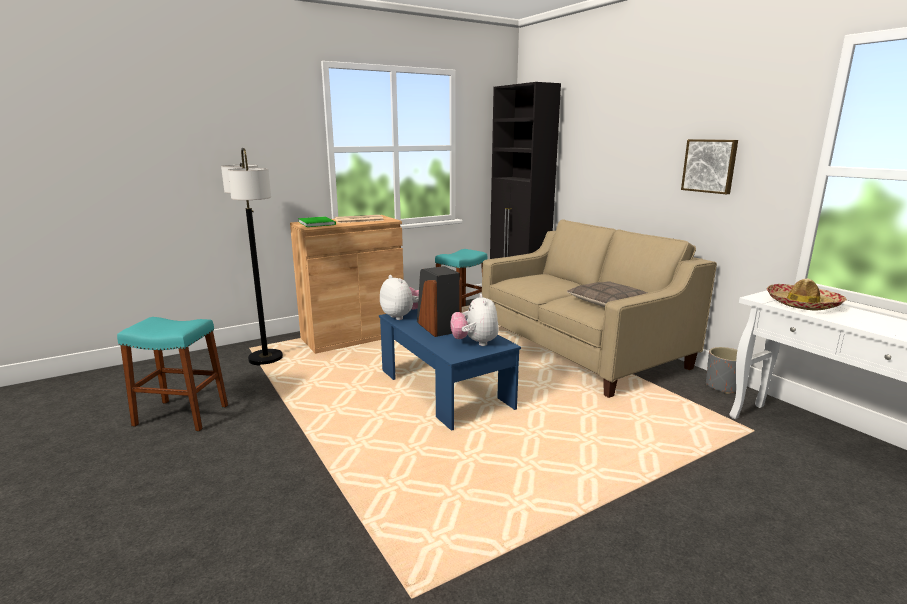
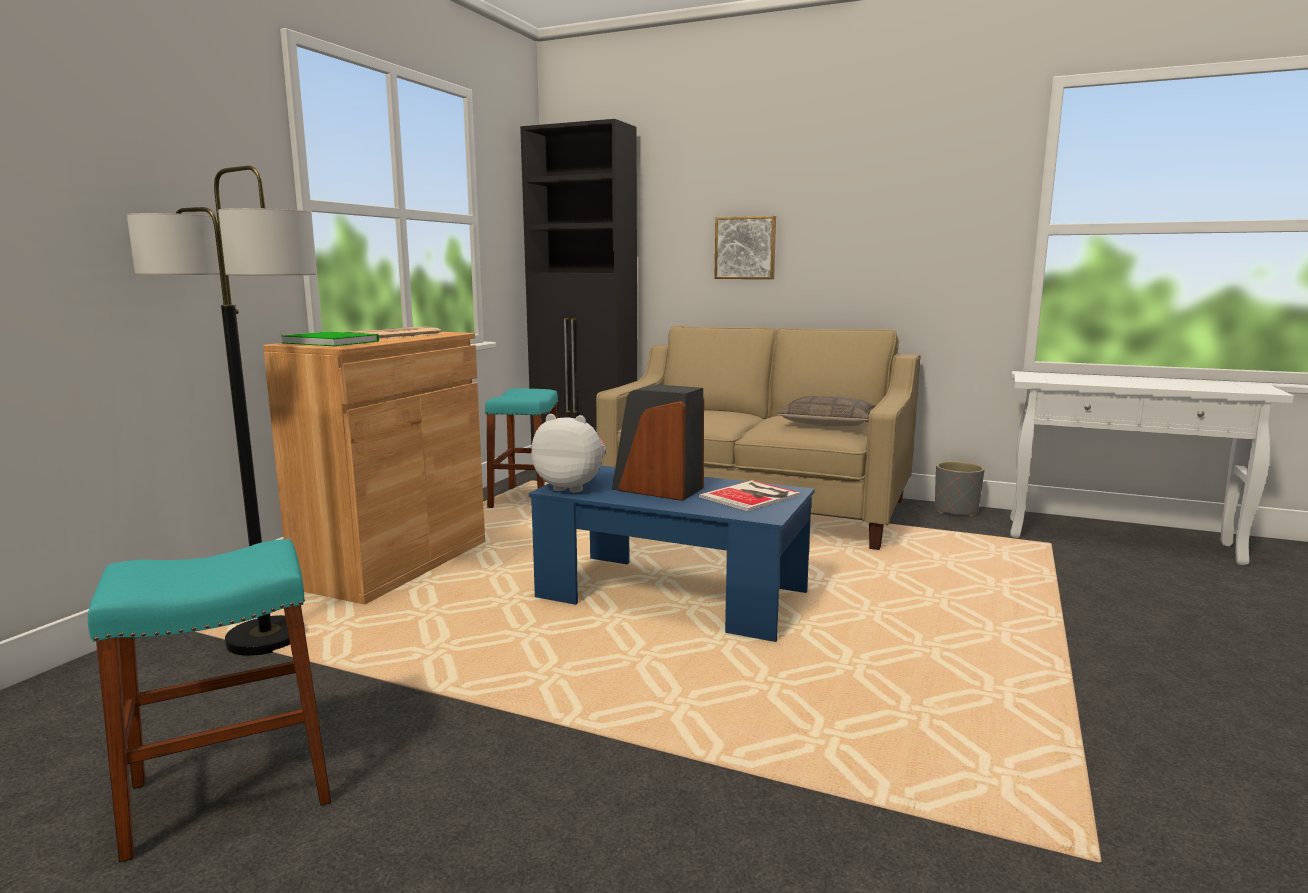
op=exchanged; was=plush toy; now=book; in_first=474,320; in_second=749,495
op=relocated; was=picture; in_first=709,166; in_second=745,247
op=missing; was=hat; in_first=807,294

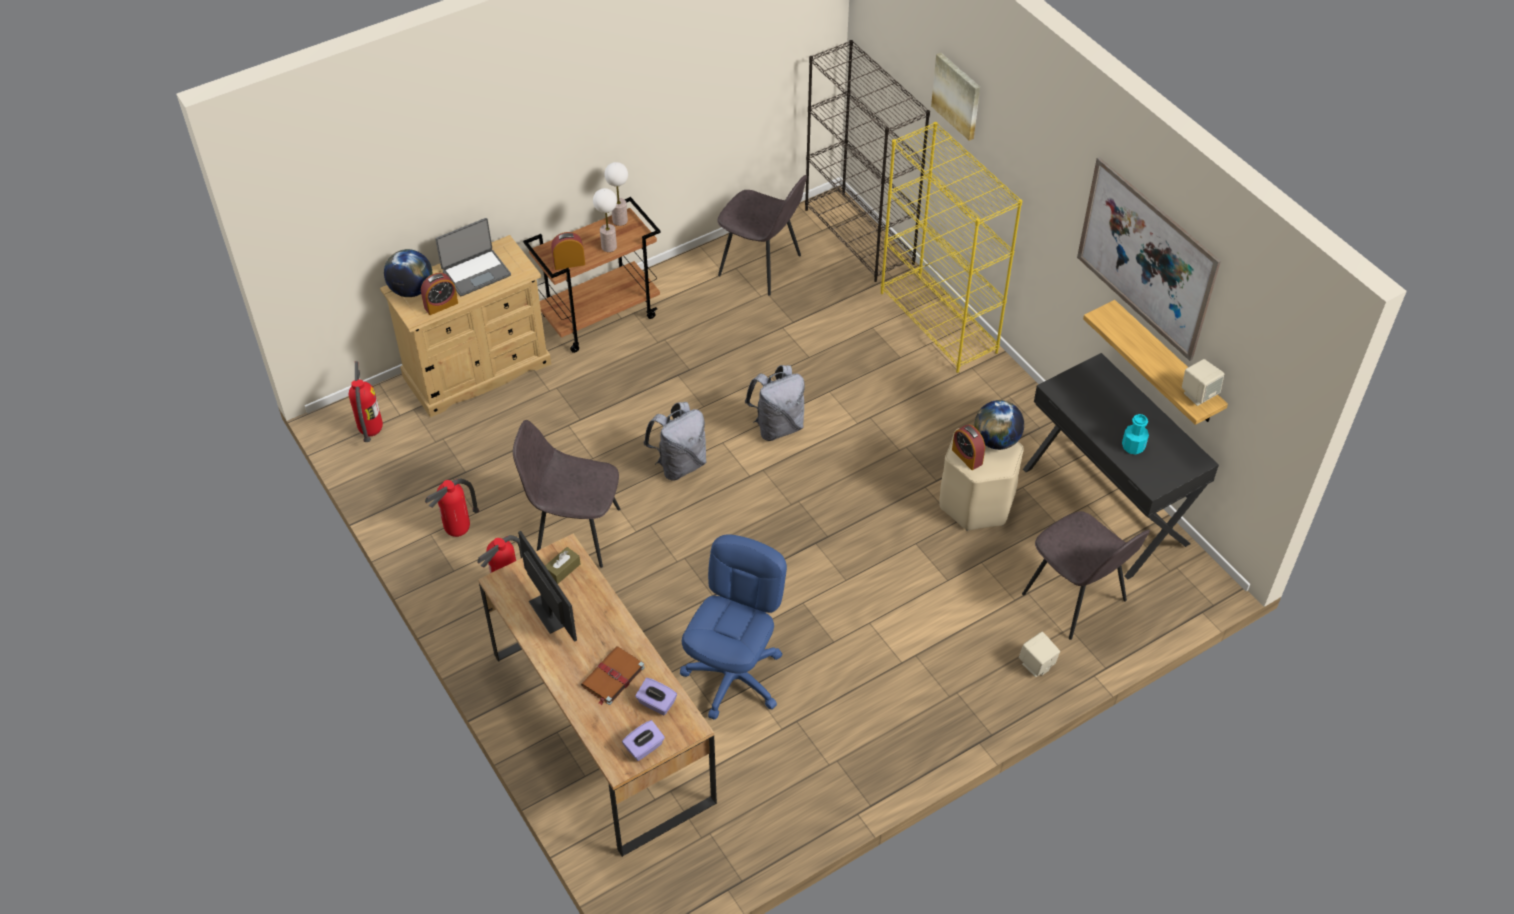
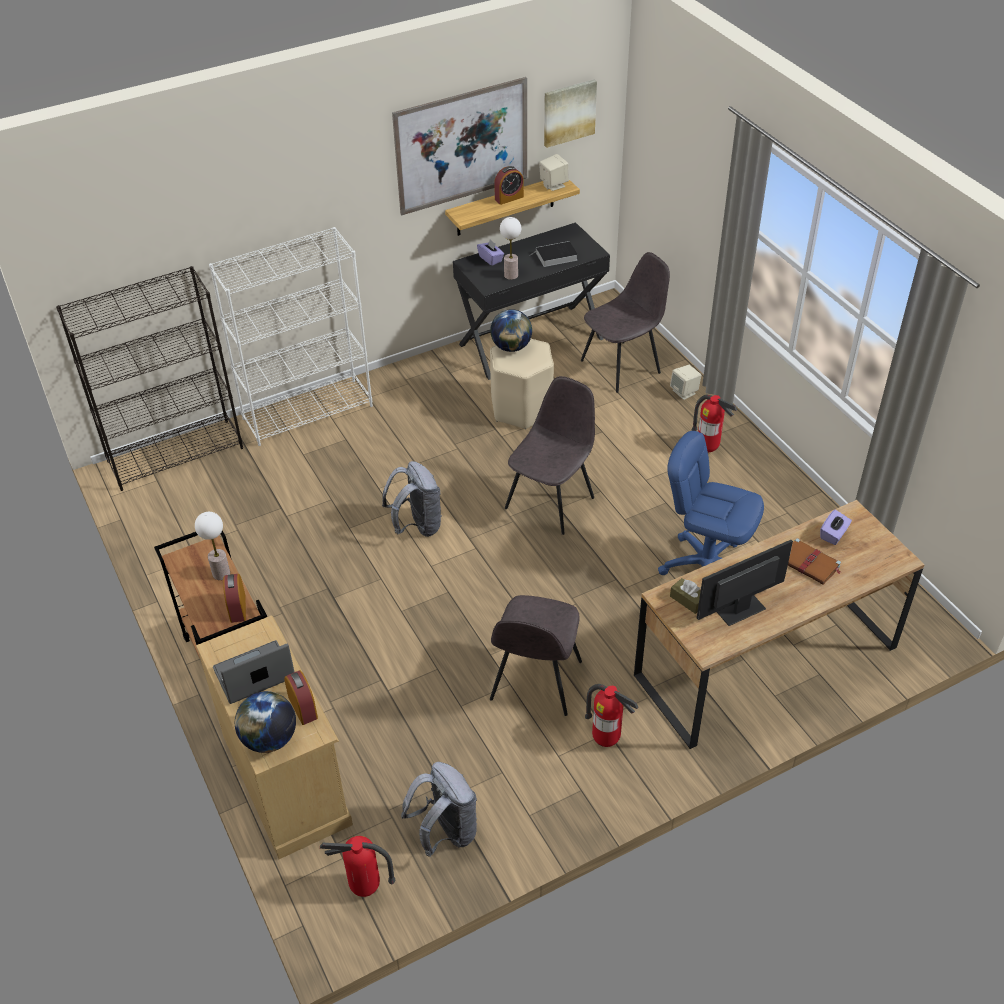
op=colour; was=yellow bookcase; now=white bookcase; in_first=951,247; in_second=291,336
op=spun; was=laptop; in_first=473,257; in_second=254,672; clockwise=-90
op=relocated; was=grey backpack; in_first=675,441; in_second=439,809
op=relocated; was=purple tissue box; in_first=643,740; in_second=490,253
op=relocated; was=alarm clock; in_first=968,447; in_second=509,185
op=relocated; was=table lamp; in_first=616,194; in_second=510,248
op=relocated; was=grey chair; in_first=762,235; in_second=550,455
op=exchanged; was=turquoise bottle; now=book; in_first=1135,434; in_second=554,254
op=relocated; was=picture; in_first=955,97; in_second=570,114
op=relocated; was=fire extinguisher; in_first=452,508; in_second=714,423

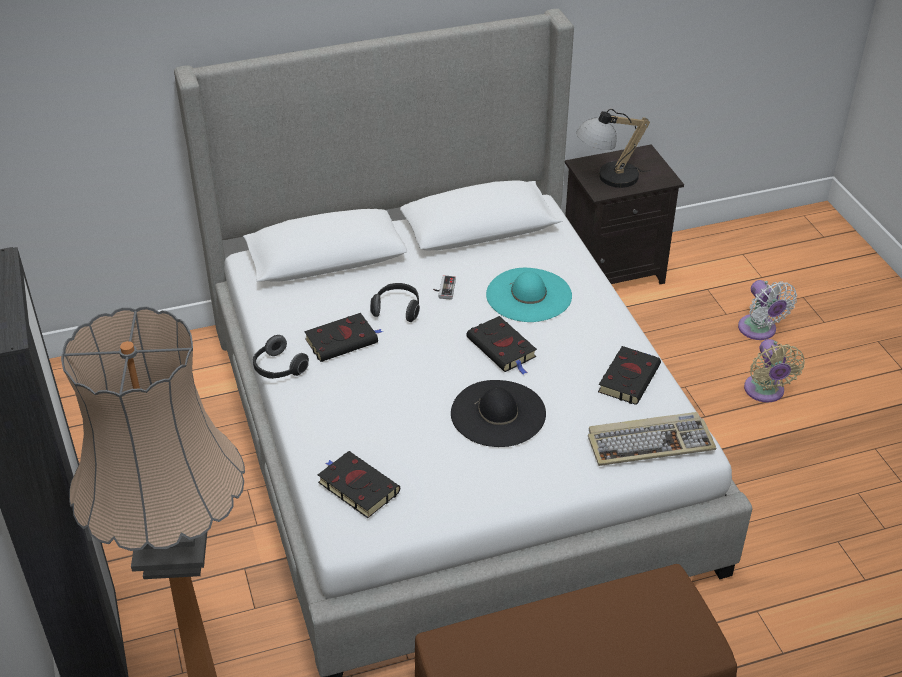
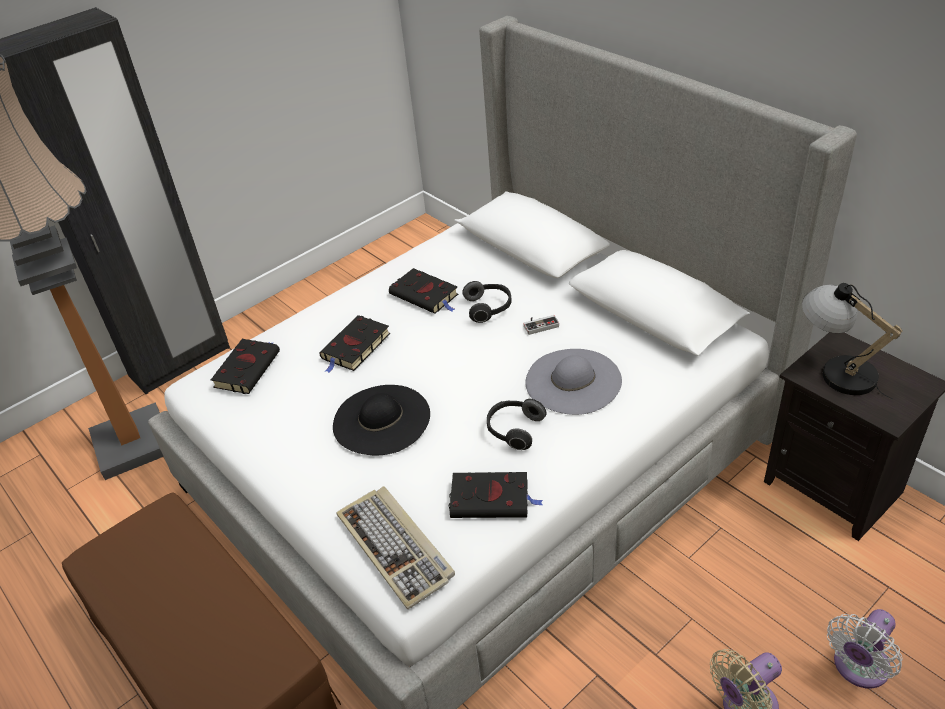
op=relocated; was=black book; in_first=501,345; in_second=354,344
op=relocated; was=headphones; in_first=281,357; in_second=516,424
op=colour; was=turquoise hat; now=grey hat; in_first=529,295; in_second=573,382

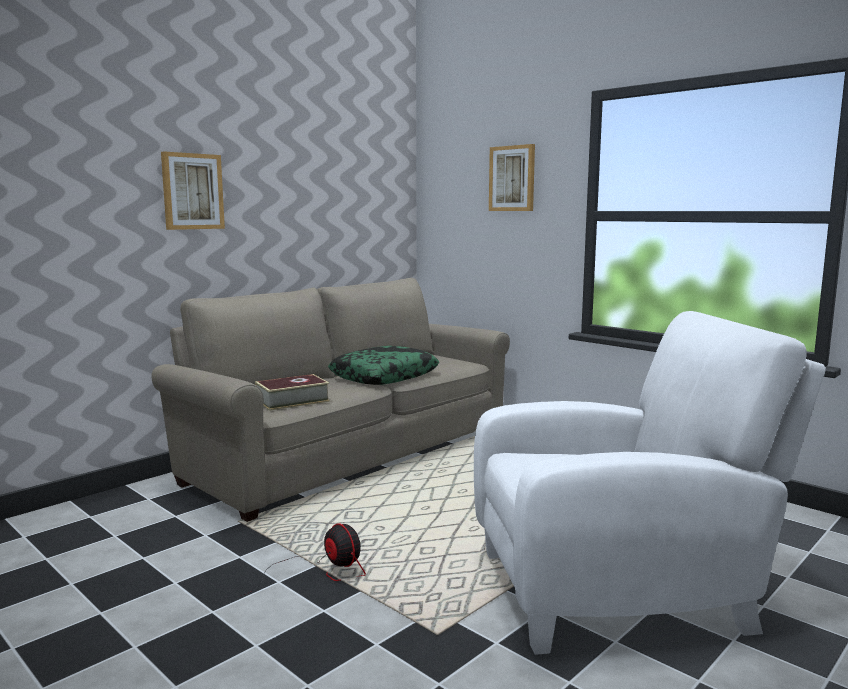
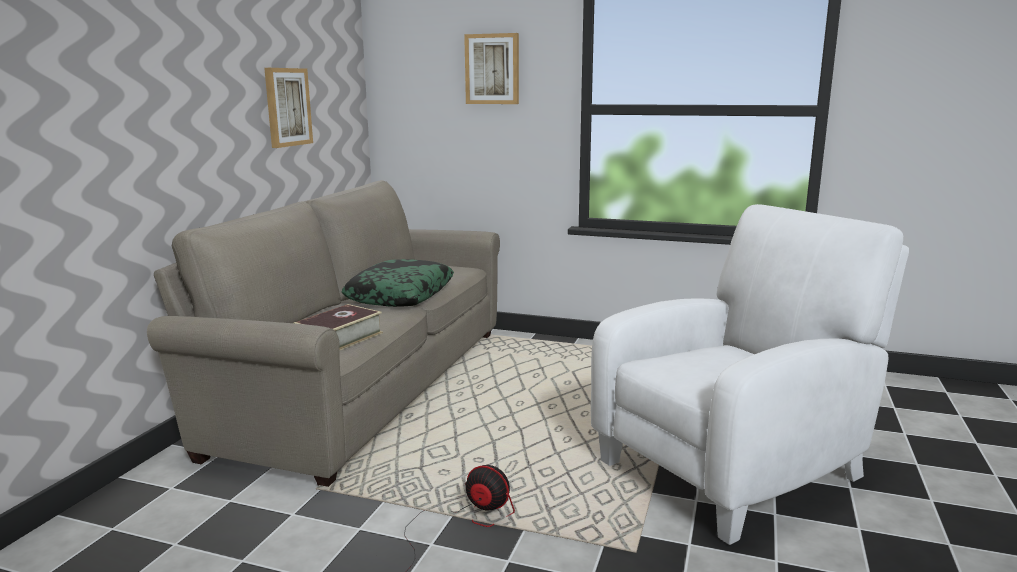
op=relocated; was=picture; in_first=193,190; in_second=288,108

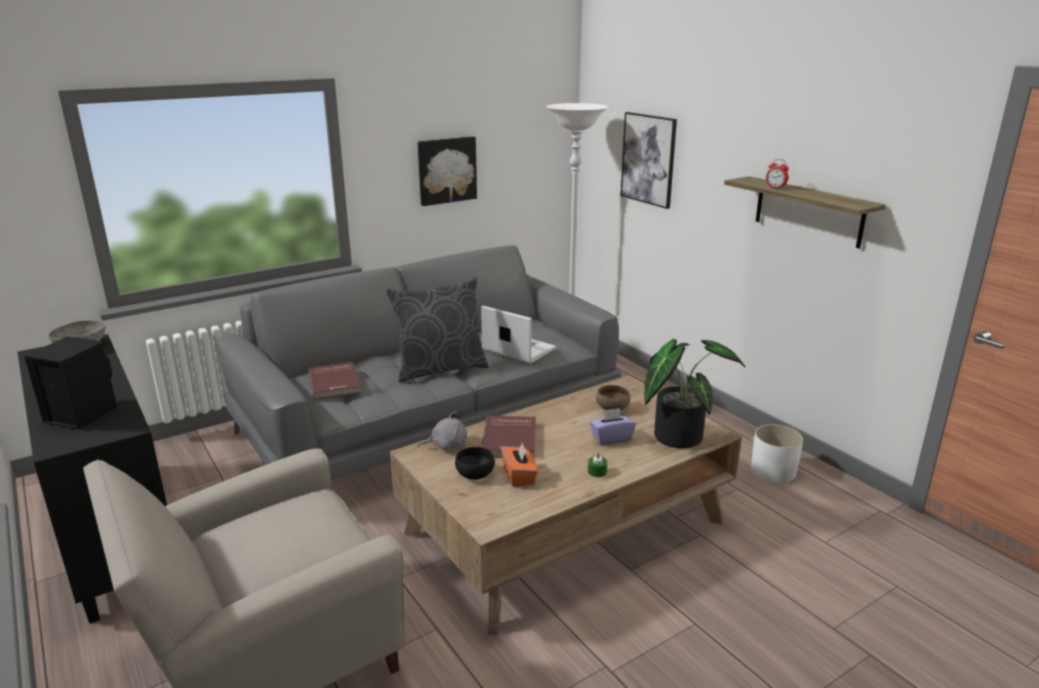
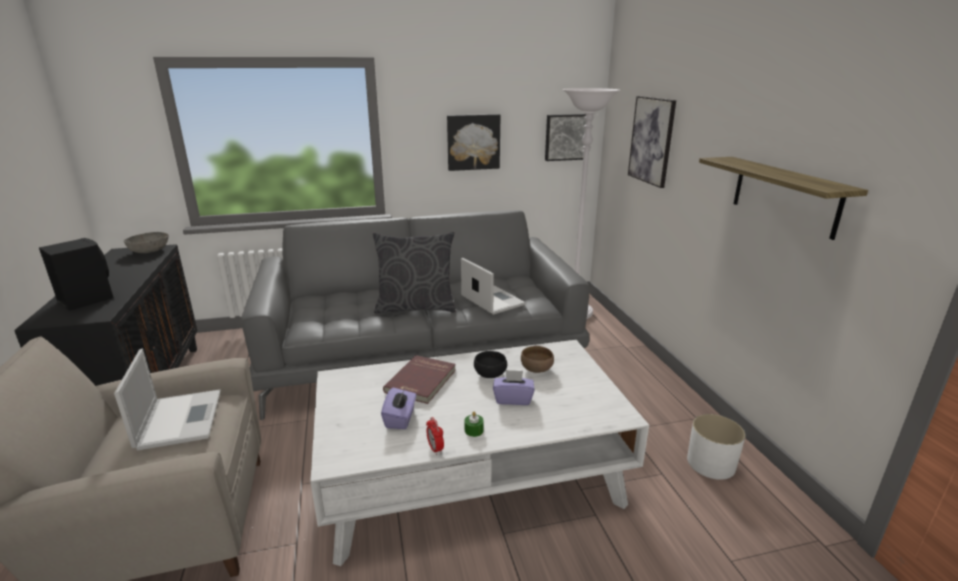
op=appeared; now=laptop; in_second=167,399
op=colour; was=brown coffee table; now=white coffee table; in_first=566,505; in_second=479,453
op=colour; was=orange tissue box; now=purple tissue box; in_first=519,464; in_second=398,408
op=relocated; was=alarm clock; in_first=777,174; in_second=435,436
op=relocated; was=black bowl; in_first=475,463; in_second=490,364
op=appeared; now=picture; in_second=565,137
op=missing; was=red book; in_first=334,381
op=missing; was=grey plush toy; in_first=442,431
op=missing; was=potted plant; in_first=694,393

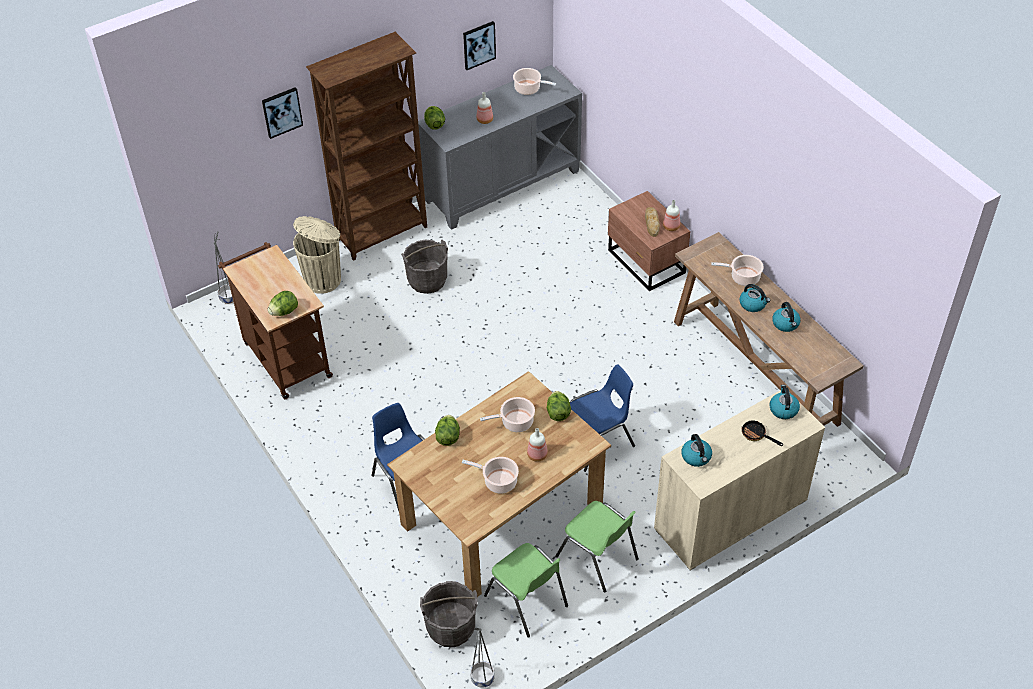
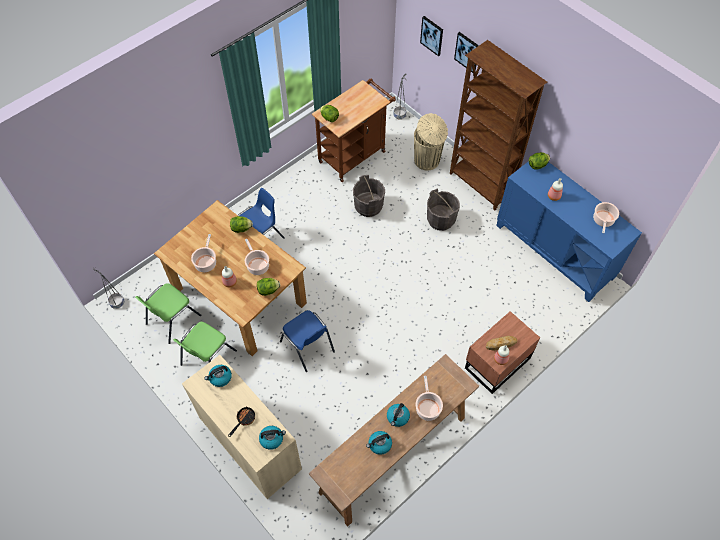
op=relocated; was=grey bucket; in_first=449,614; in_second=369,196
op=relocated; was=picture; in_first=479,45; in_second=431,36
op=colour; was=grey cabinet; now=blue cabinet; in_first=500,147; in_second=569,231

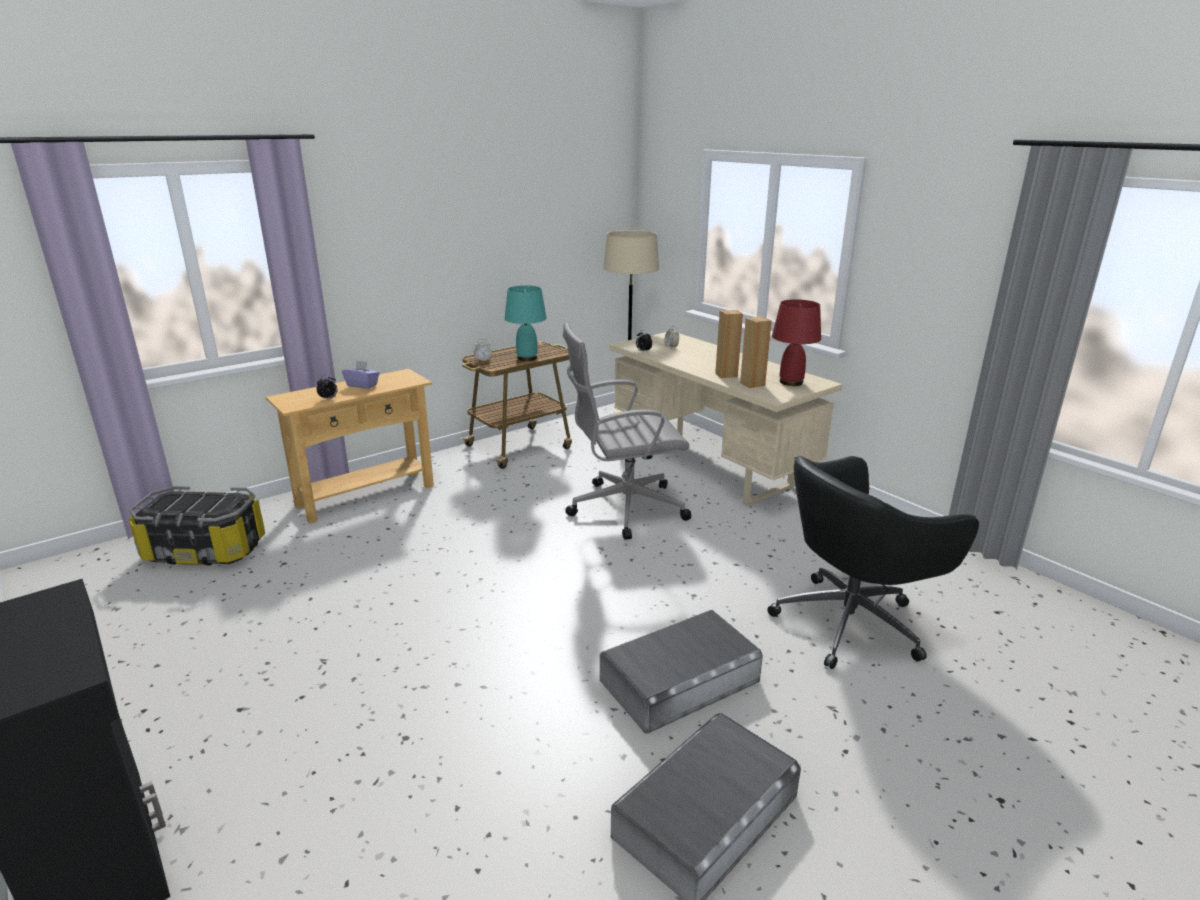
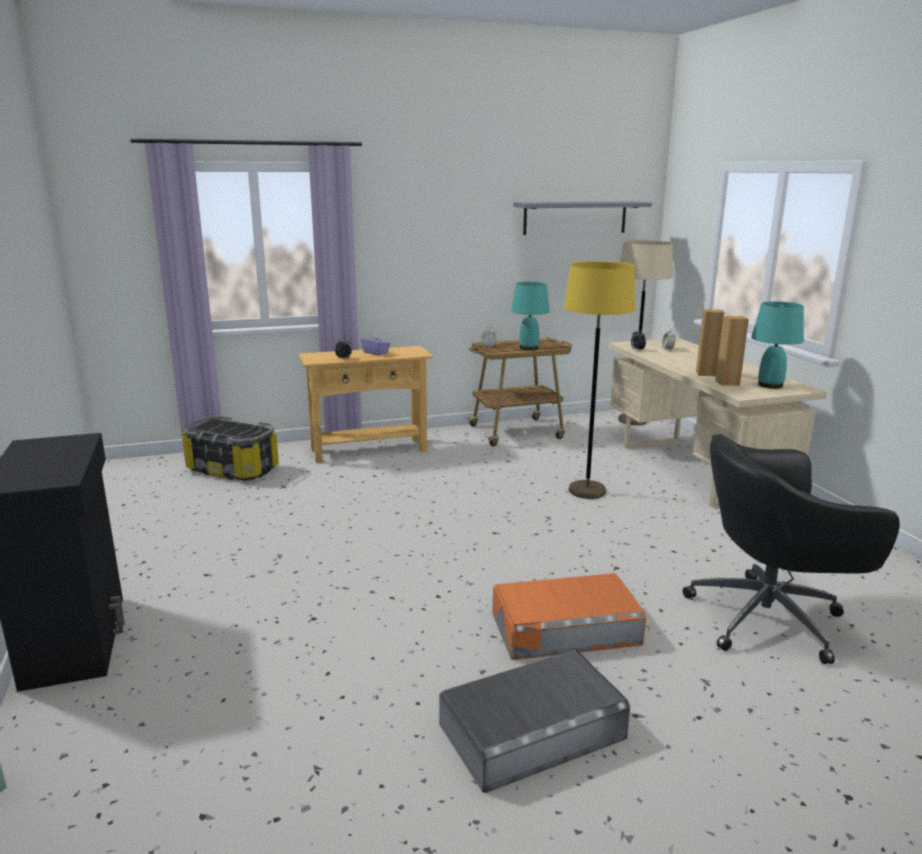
op=colour; was=grey storage box; now=orange storage box; in_first=681,672; in_second=569,616
op=appeared; now=grey shelf; in_second=582,218
op=exchanged; was=grey office chair; now=yellow floor lamp; in_first=627,431; in_second=599,380
op=colour; was=red table lamp; now=turquoise table lamp; in_first=796,342; in_second=777,345

